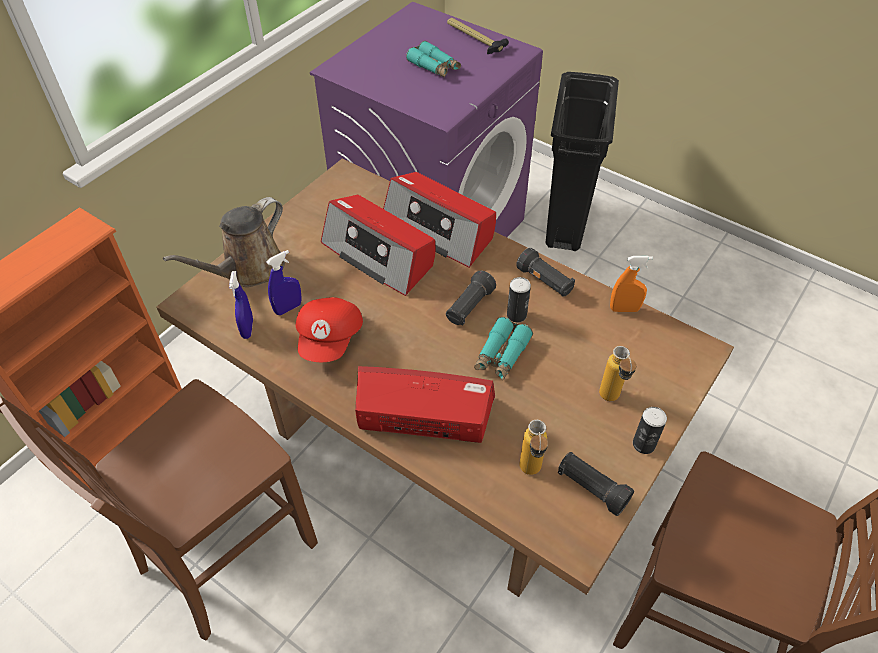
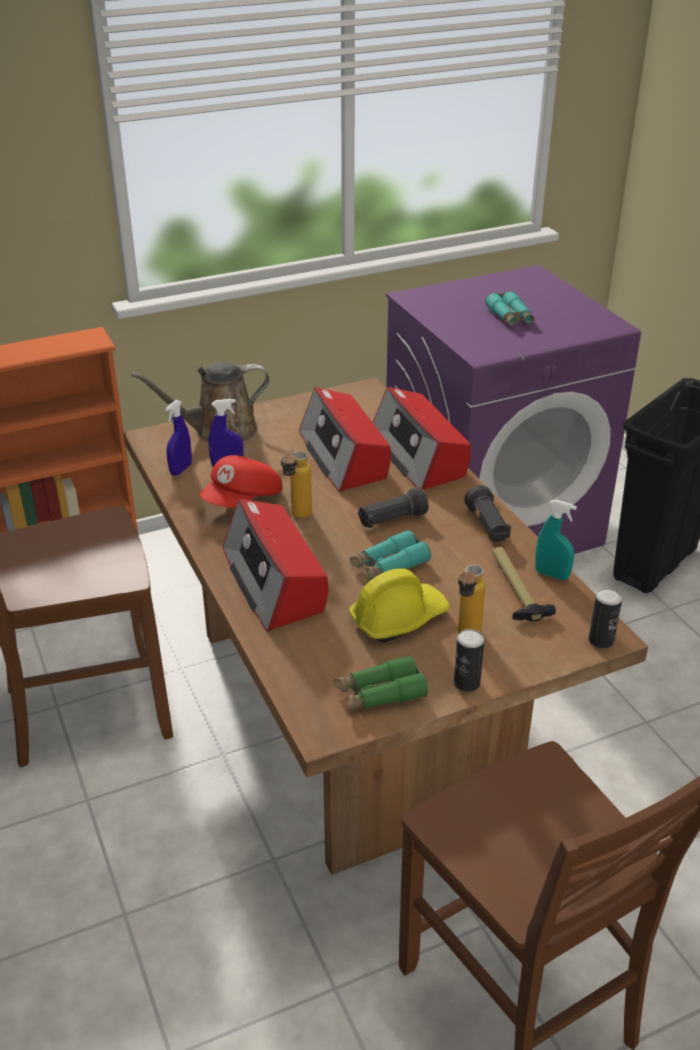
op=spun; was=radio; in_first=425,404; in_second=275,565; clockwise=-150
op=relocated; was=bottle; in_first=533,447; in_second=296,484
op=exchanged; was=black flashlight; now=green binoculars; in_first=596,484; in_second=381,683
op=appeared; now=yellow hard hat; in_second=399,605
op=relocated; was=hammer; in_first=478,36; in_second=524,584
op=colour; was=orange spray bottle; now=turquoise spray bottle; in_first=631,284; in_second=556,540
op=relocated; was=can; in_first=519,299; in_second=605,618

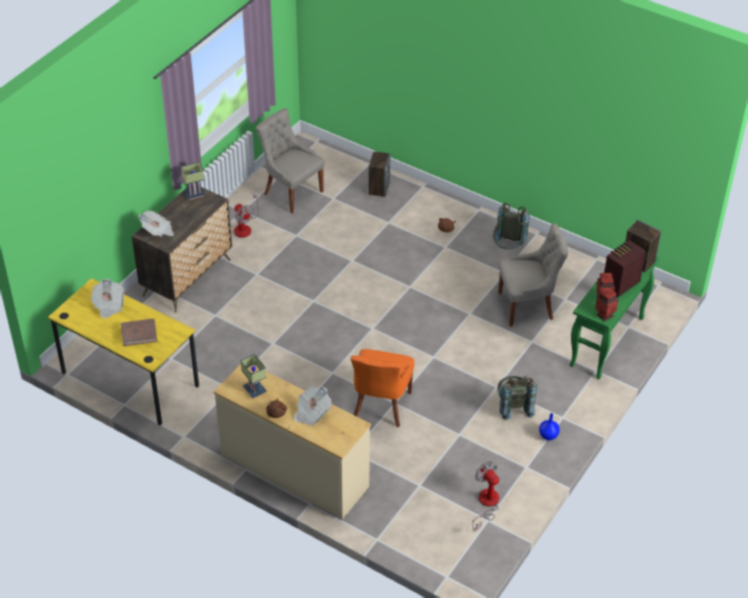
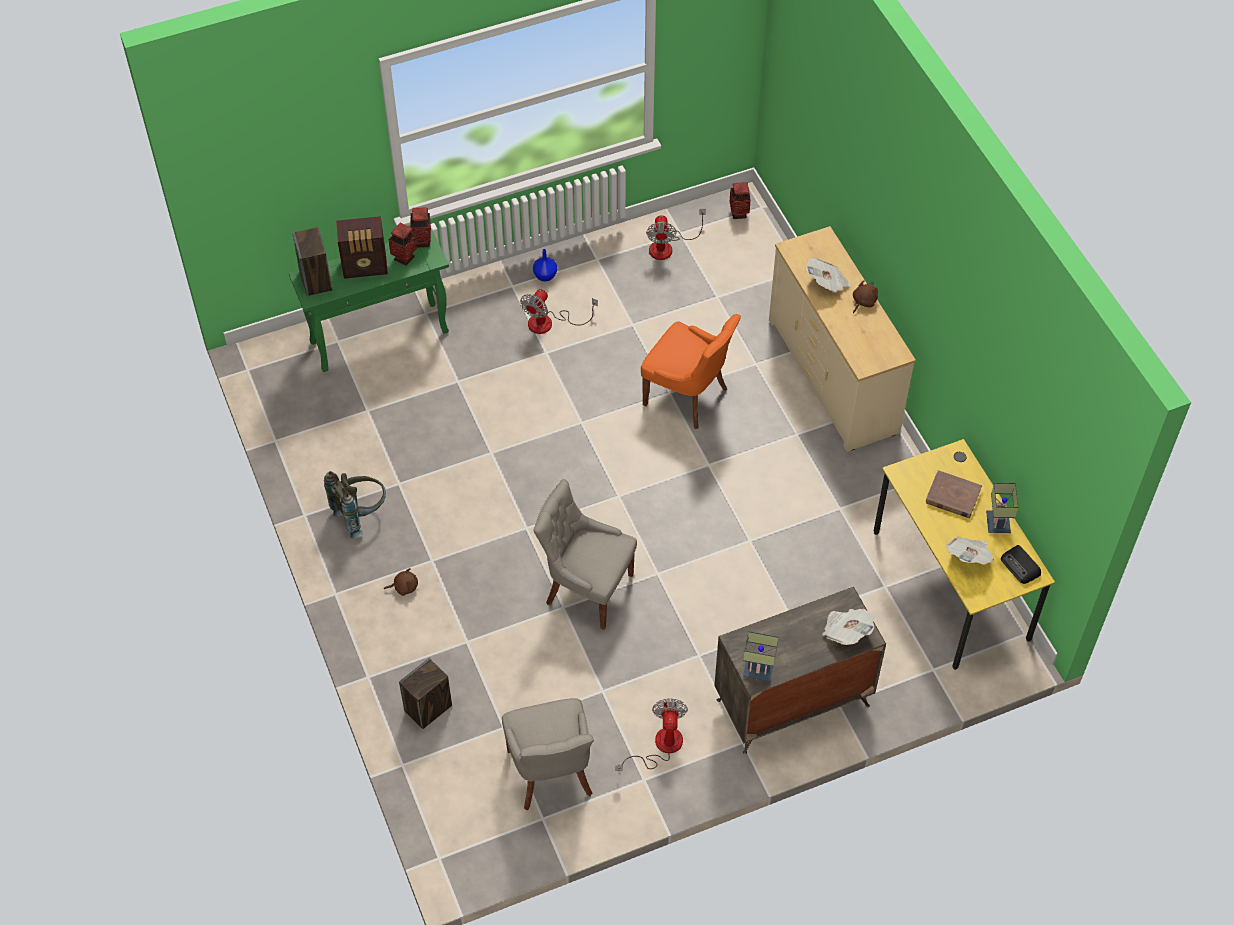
op=exchanged; was=grey backpack; now=fan; in_first=517,398; in_second=559,311
op=relocated; was=grey chair; in_first=533,275; in_second=585,554
op=spun; was=orange chair; in_first=382,388; in_second=691,371; clockwise=75
op=appeared; now=vase; in_second=740,200
op=relocated; was=table lamp; in_first=253,376; in_second=1002,508
op=appeared; now=radio; in_second=1021,564

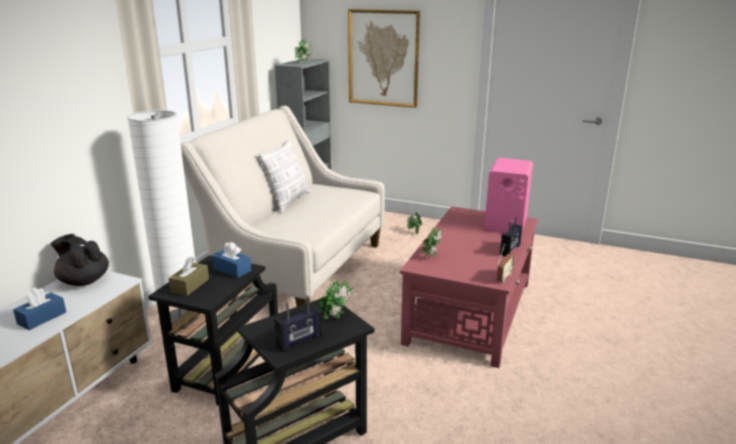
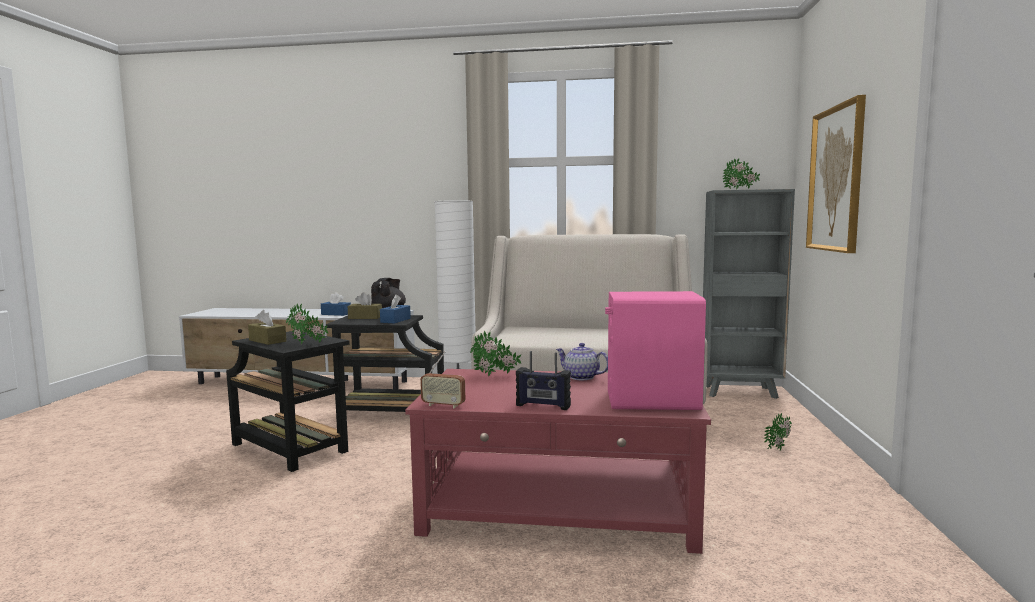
op=exchanged; was=radio; now=brown tissue box; in_first=298,324; in_second=267,327
op=appeared; now=teapot; in_second=582,361
op=missing; was=pillow; in_first=284,176

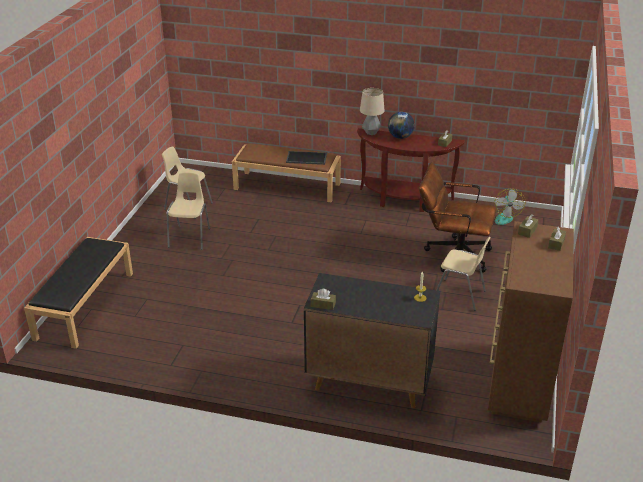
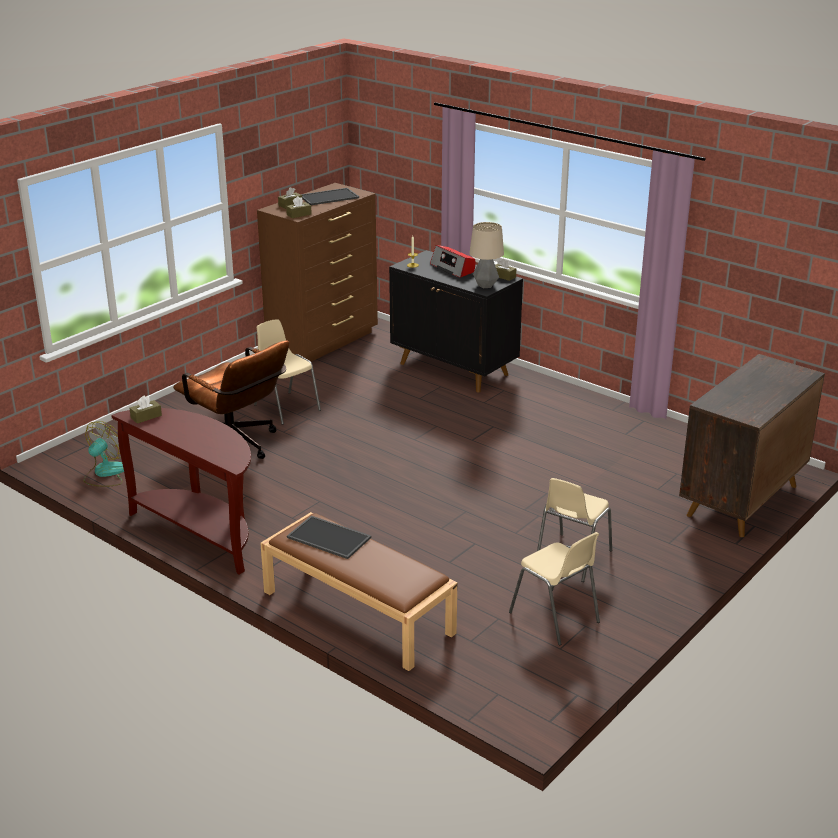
op=appeared; now=tray; in_second=330,196
op=appeared; now=radio; in_second=452,261
op=relocated; was=table lamp; in_first=372,111; in_second=486,255
op=exchanged; was=black bench; now=brown cabinet; in_first=78,293; in_second=752,445
op=missing; was=globe; in_first=401,125

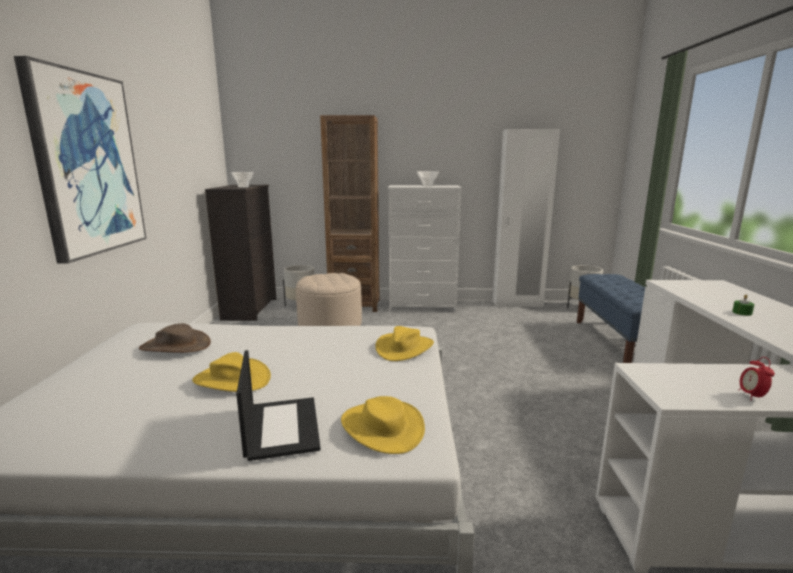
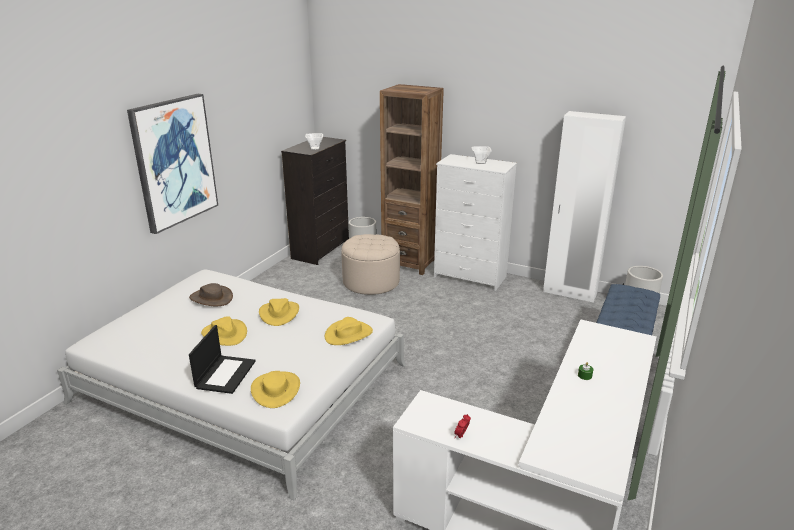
op=appeared; now=yellow hat; in_second=279,312

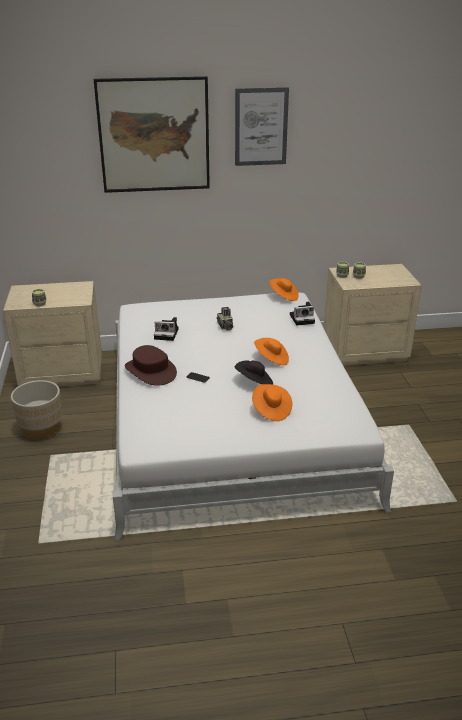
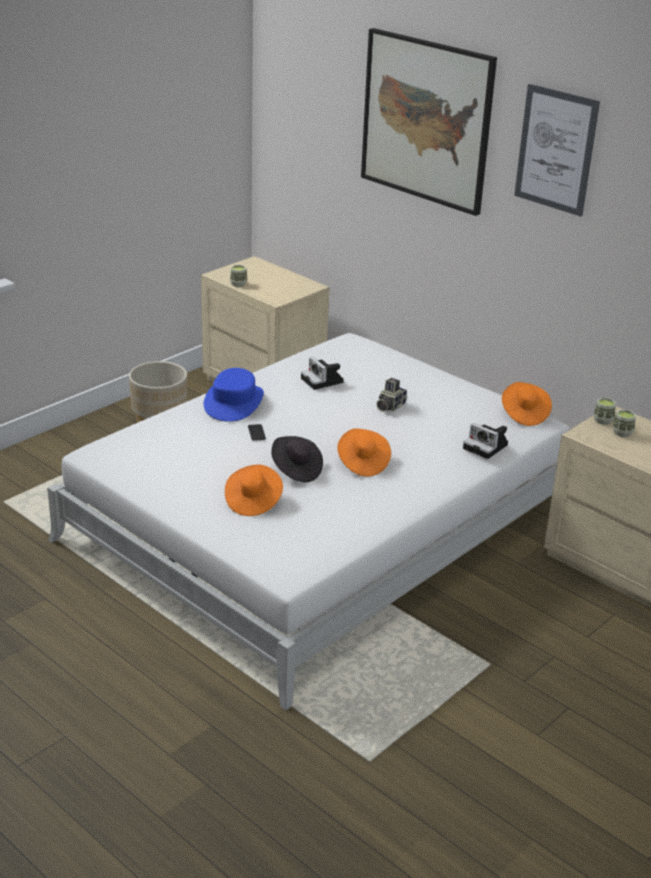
op=colour; was=brown hat; now=blue hat; in_first=151,365; in_second=234,395

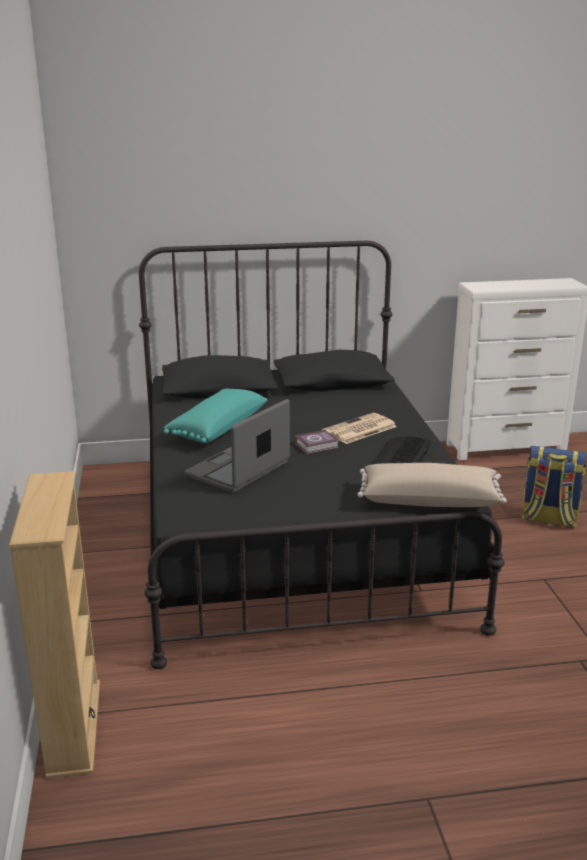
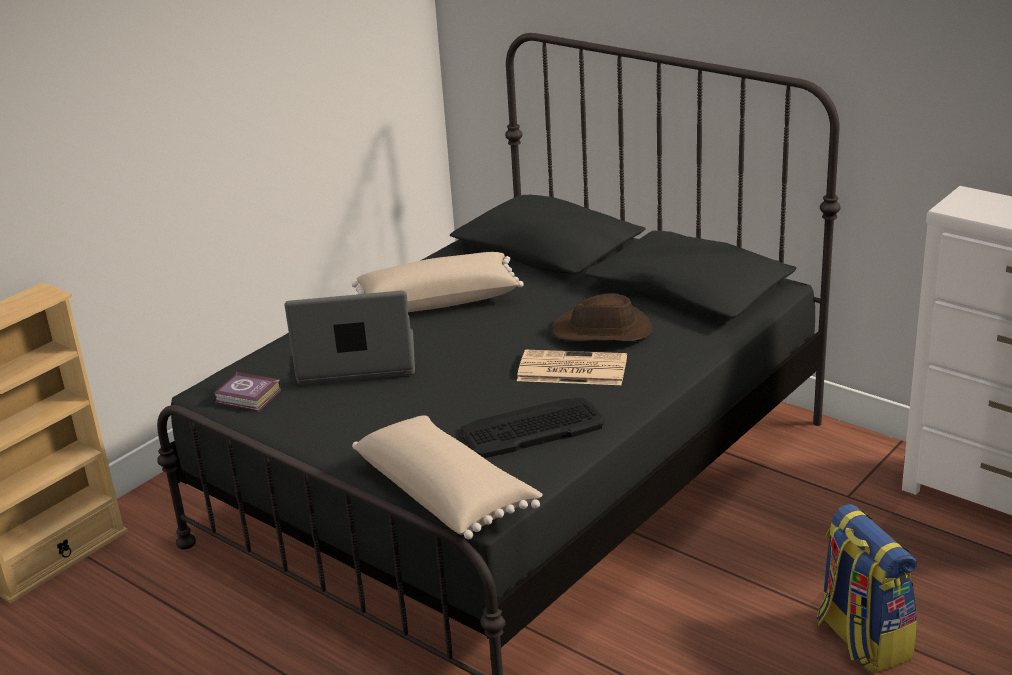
op=relocated; was=book; in_first=317,442; in_second=247,392
op=colour; was=turquoise pillow; now=beige pillow; in_first=215,415; in_second=438,282
op=appeared; now=brown hat; in_second=601,317

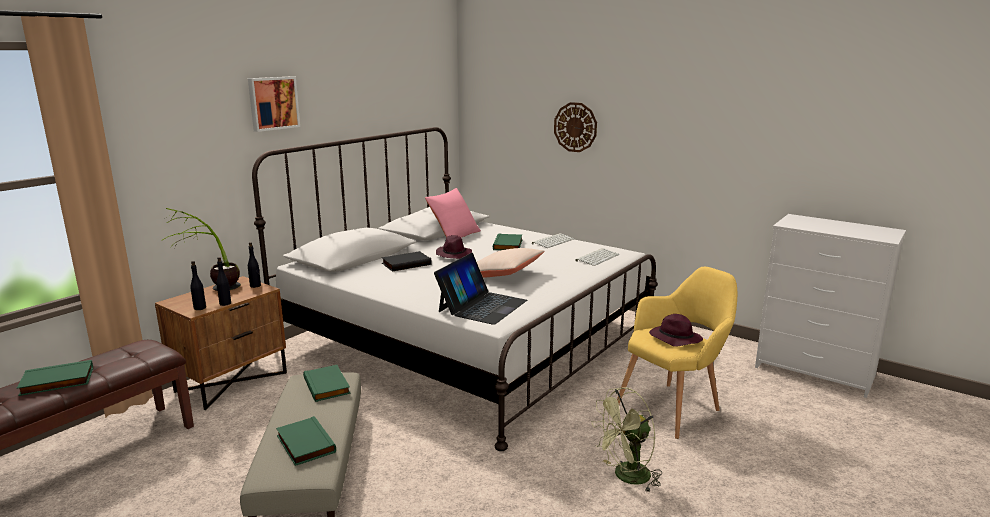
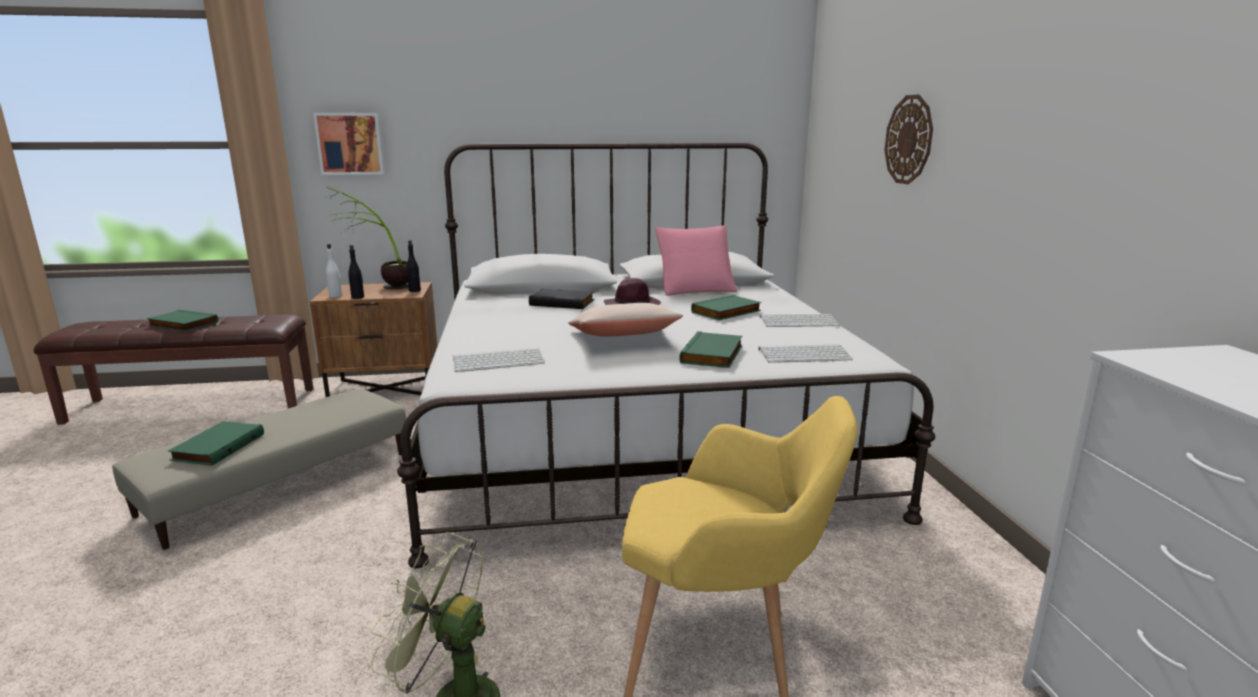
op=relocated; was=picture; in_first=274,104; in_second=349,144
op=colour; was=black bottle; now=white bottle; in_first=198,285; in_second=334,270
op=exchanged; was=laptop; now=keyboard; in_first=480,289; in_second=499,360
op=relocated; was=green book; in_first=326,383; in_second=710,349
op=missing; was=purple hat; in_first=676,330

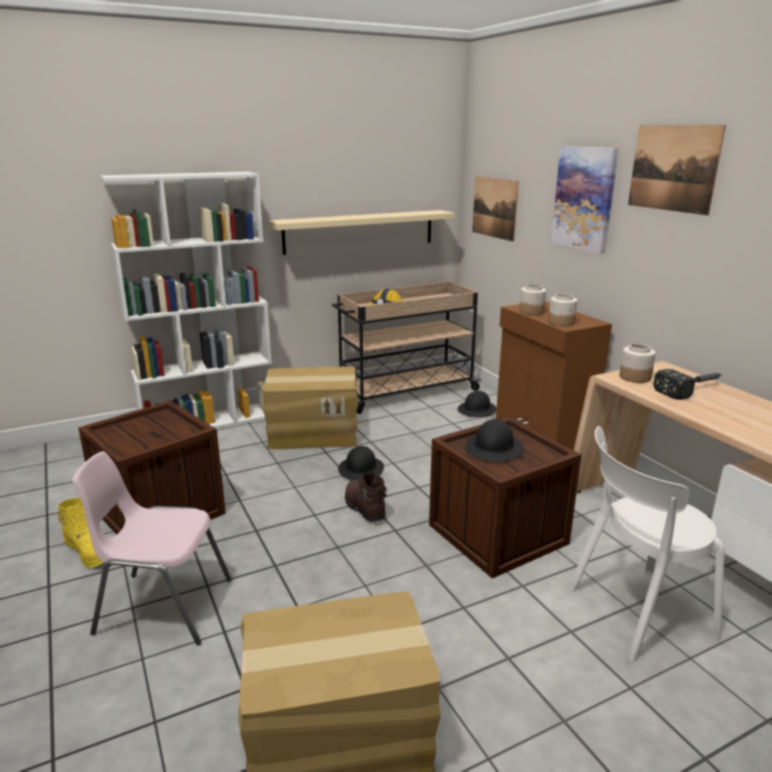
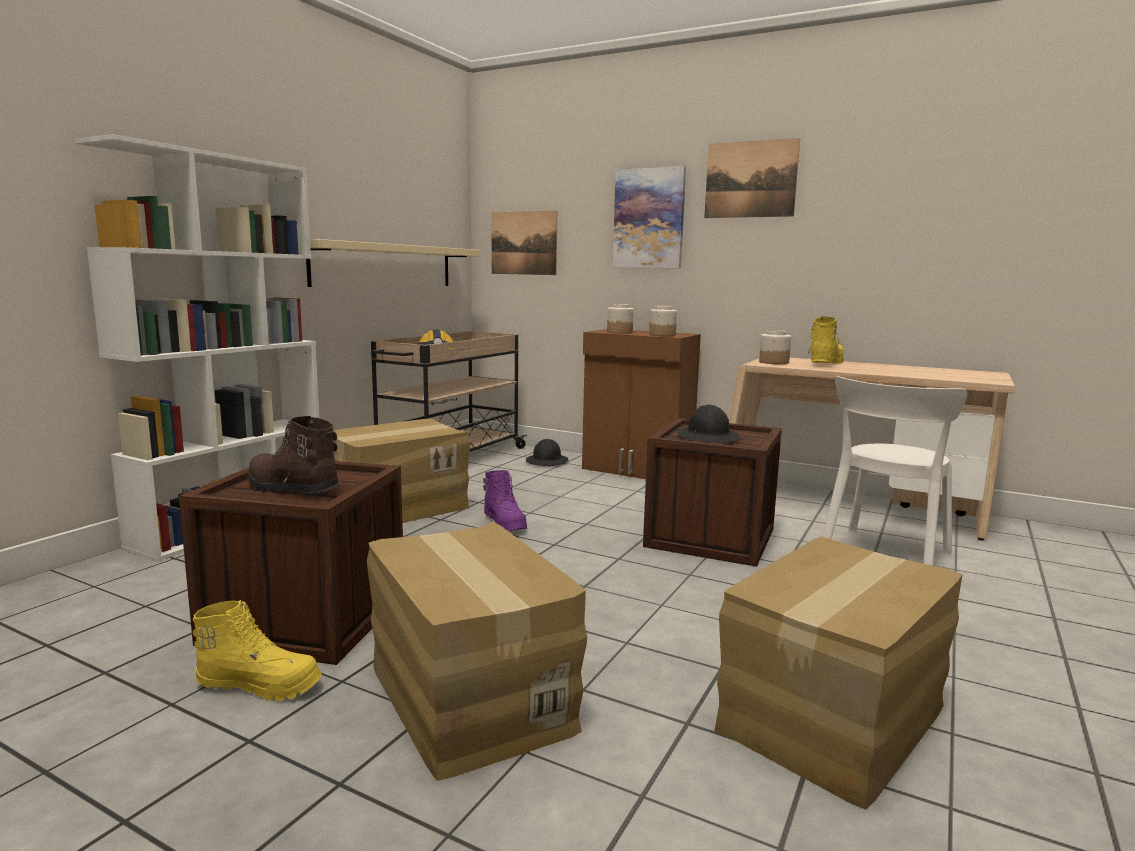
op=relocated; was=brown boot; in_first=366,497; in_second=293,455
op=exchanged; was=pink chair; now=cardboard box; in_first=152,548; in_second=477,651
op=exchanged; was=black hard hat; now=purple boot; in_first=361,463; in_second=505,500
op=exchanged; was=hammer; now=yellow boot; in_first=687,384; in_second=826,340

